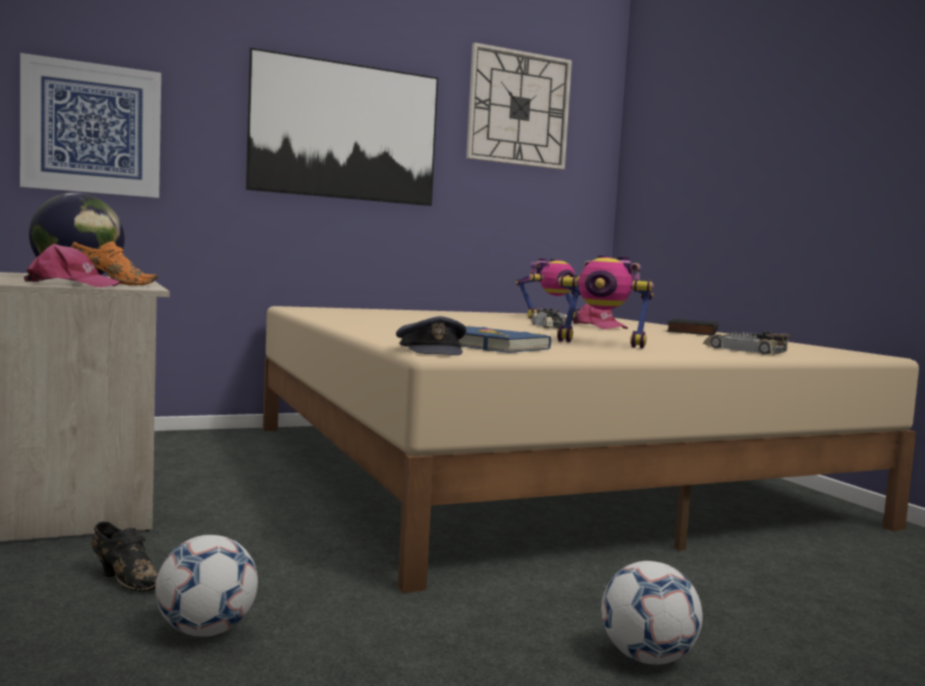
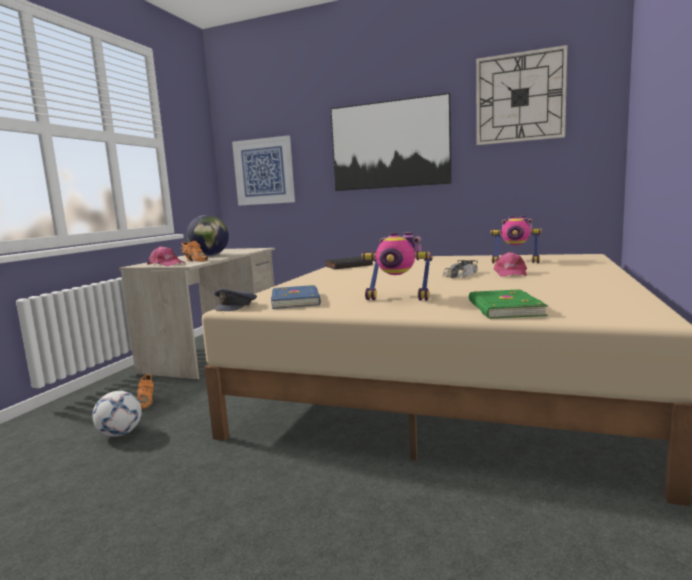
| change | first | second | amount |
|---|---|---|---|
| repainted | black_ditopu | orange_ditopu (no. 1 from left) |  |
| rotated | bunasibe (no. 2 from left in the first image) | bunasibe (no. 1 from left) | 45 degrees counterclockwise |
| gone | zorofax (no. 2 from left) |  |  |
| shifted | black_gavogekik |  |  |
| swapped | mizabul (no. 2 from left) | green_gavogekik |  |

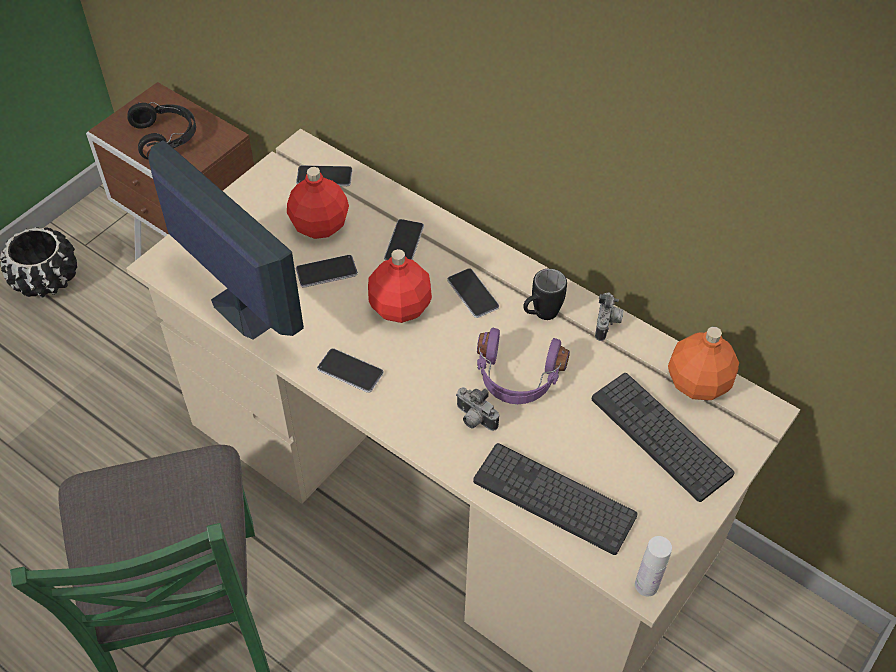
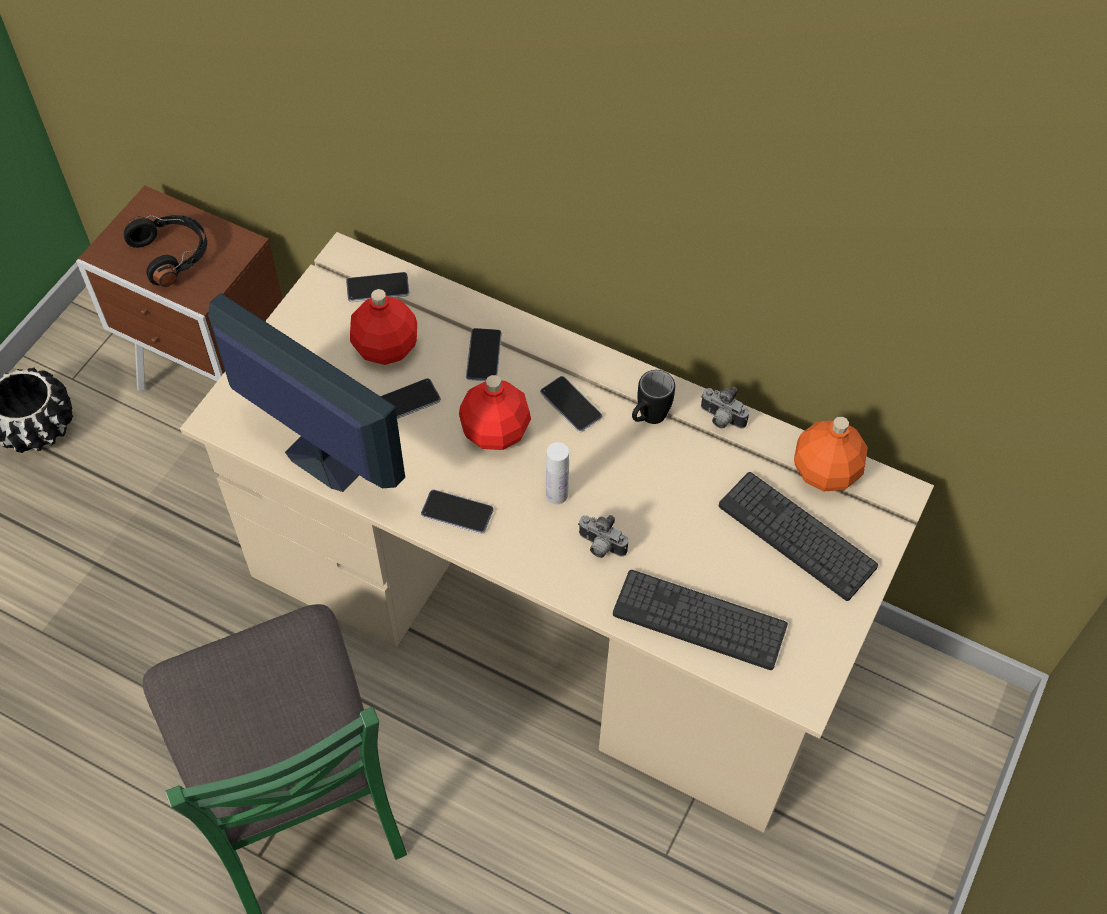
| change | first | second | amount |
|---|---|---|---|
| gone | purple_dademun |  |  |
| rotated | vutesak (no. 2 from left) |  | 120 degrees clockwise |
| shifted | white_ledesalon |  |  |

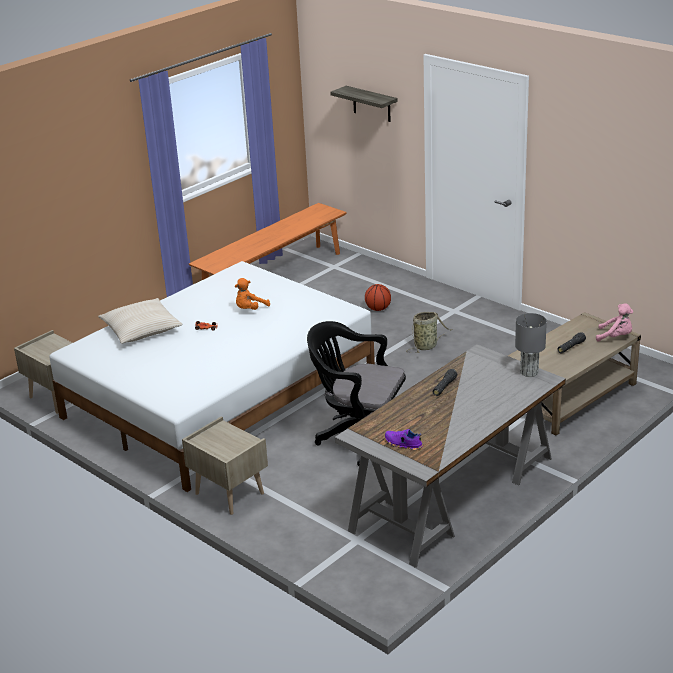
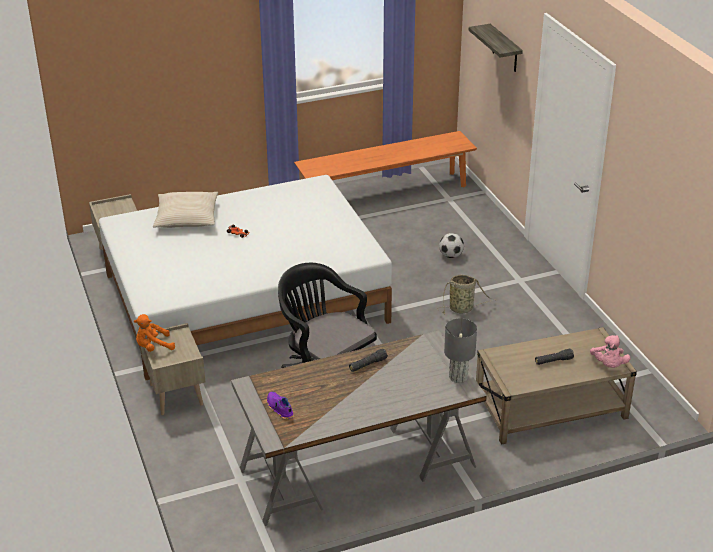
| change | first | second | amount |
|---|---|---|---|
| shifted | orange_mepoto |  |  |
| swapped | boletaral | zorofax |  |
| rotated | pink_mepoto |  | 45 degrees clockwise |

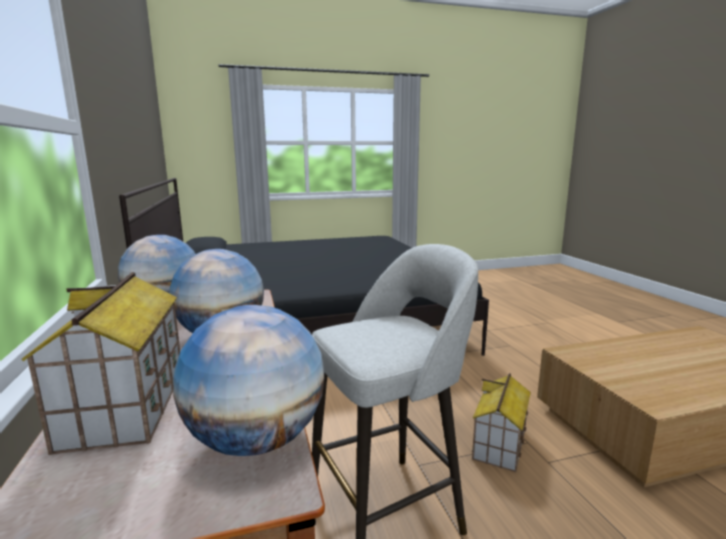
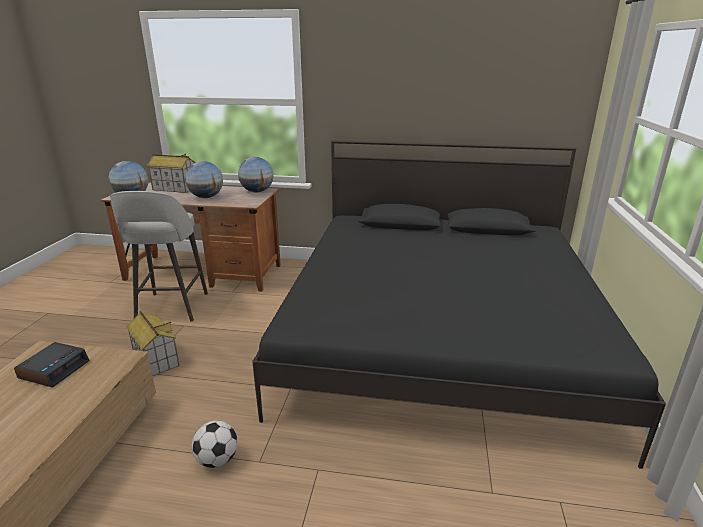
| change | first | second | amount |
|---|---|---|---|
| new |  | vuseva |  |
| new |  | zorofax |  |

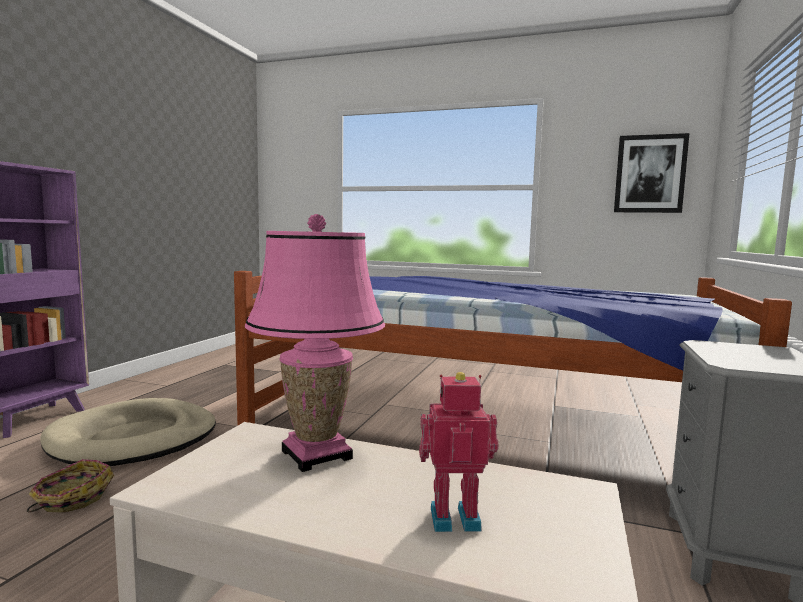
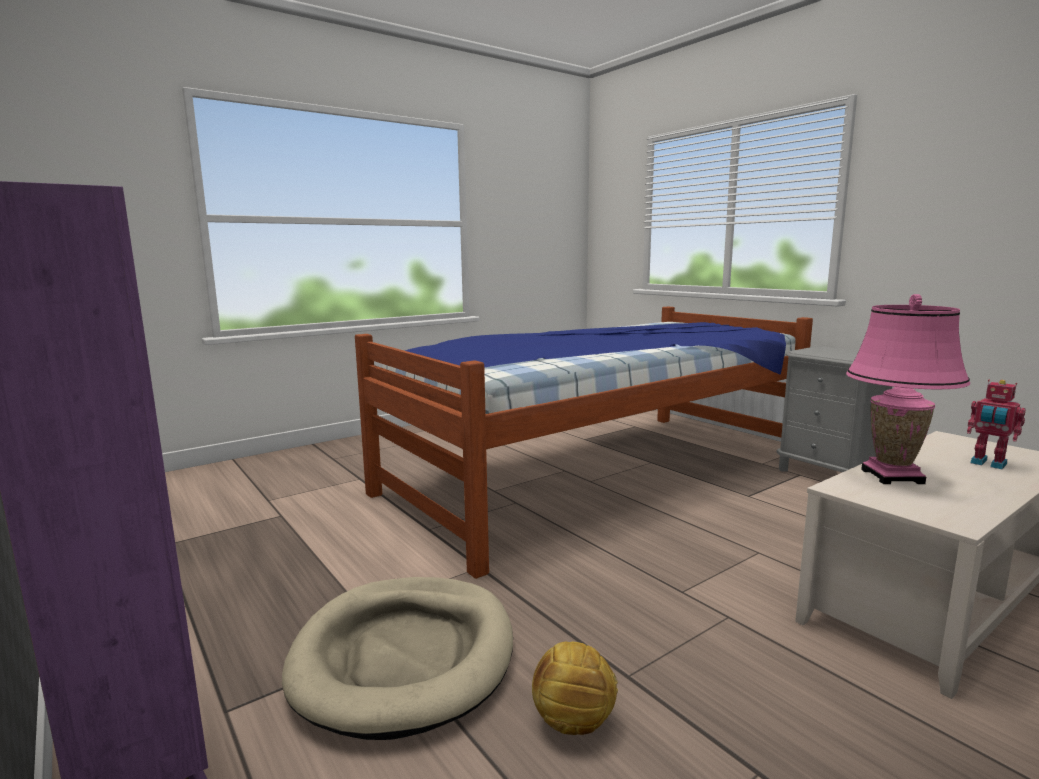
| change | first | second | amount |
|---|---|---|---|
| swapped | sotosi | zorofax |  |
| rotated | bunasibe |  | 75 degrees counterclockwise |
| gone | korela |  |  |

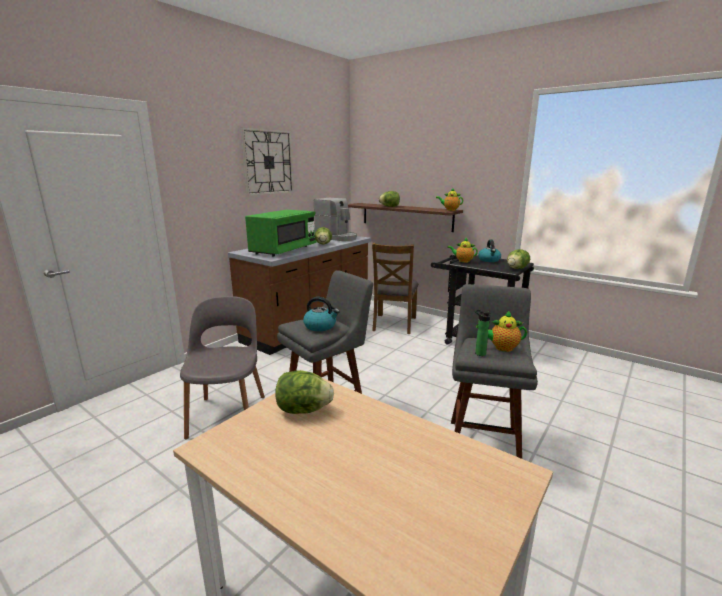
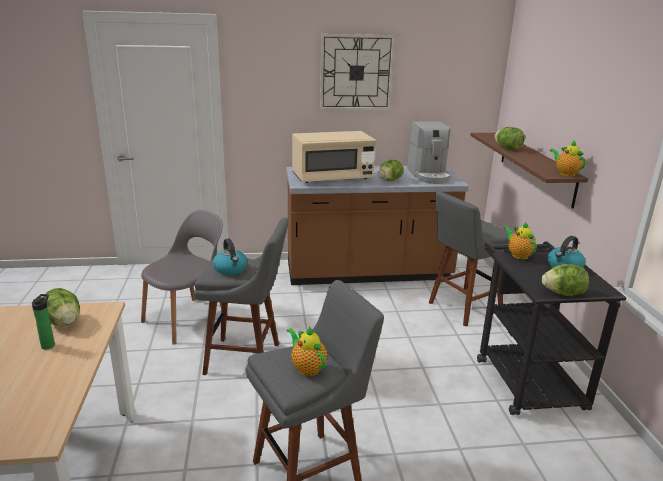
| change | first | second | amount |
|---|---|---|---|
| repainted | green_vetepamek | beige_vetepamek |  |
| swapped | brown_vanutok | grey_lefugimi (no. 3 from left) |  |
| shifted | ledesalon |  |  |

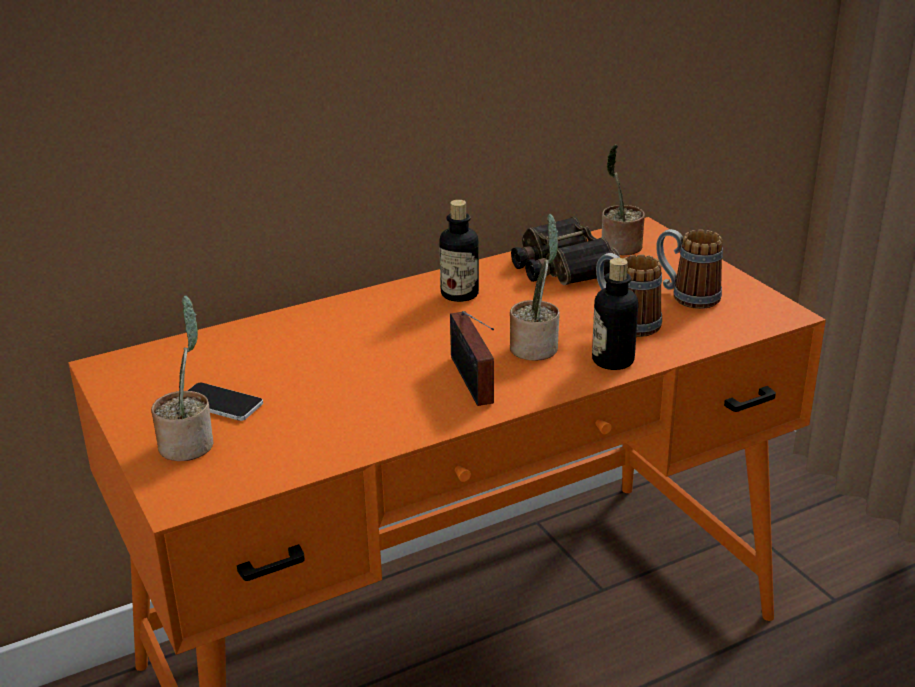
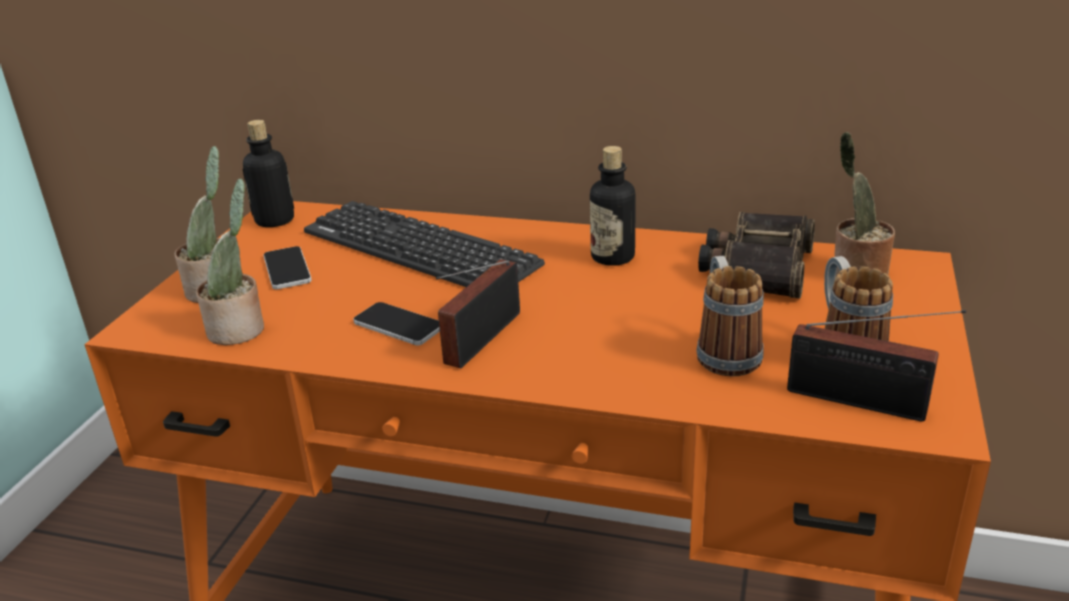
| change | first | second | amount |
|---|---|---|---|
| shifted | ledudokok (no. 2 from left) |  |  |
| shifted | ledesalon (no. 2 from left in the first image) | ledesalon (no. 1 from left) |  |
| new |  | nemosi |  |
| new |  | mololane (no. 2 from left) |  |
| new |  | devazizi (no. 2 from left) |  |

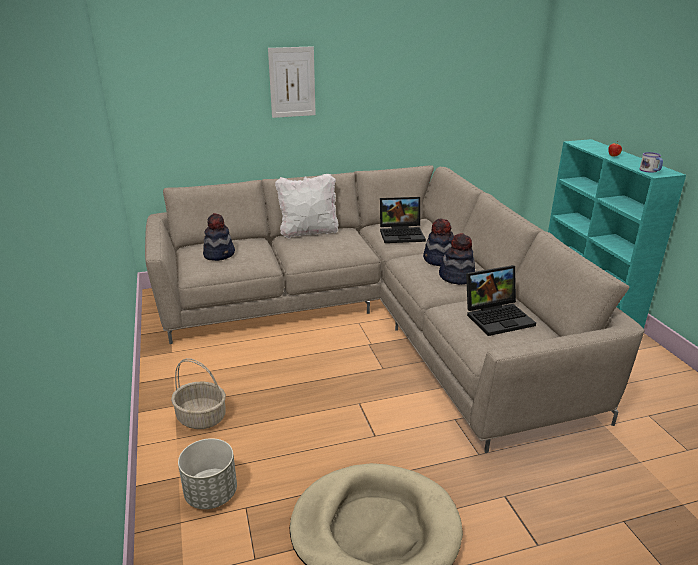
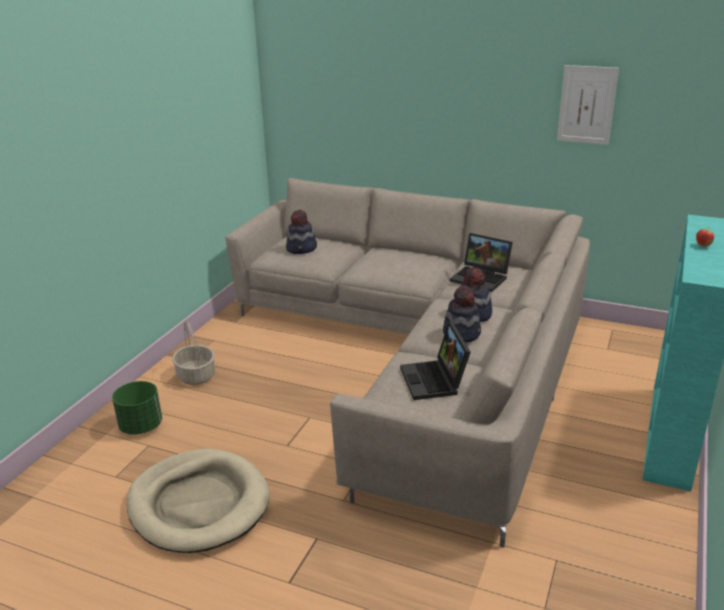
| change | first | second | amount |
|---|---|---|---|
| repainted | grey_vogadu | green_vogadu |  |
| shifted | korela |  |  |
| gone | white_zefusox |  |  |
| rotated | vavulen (no. 2 from left in the first image) | vavulen (no. 1 from left) | 60 degrees clockwise |
| gone | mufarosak |  |  |

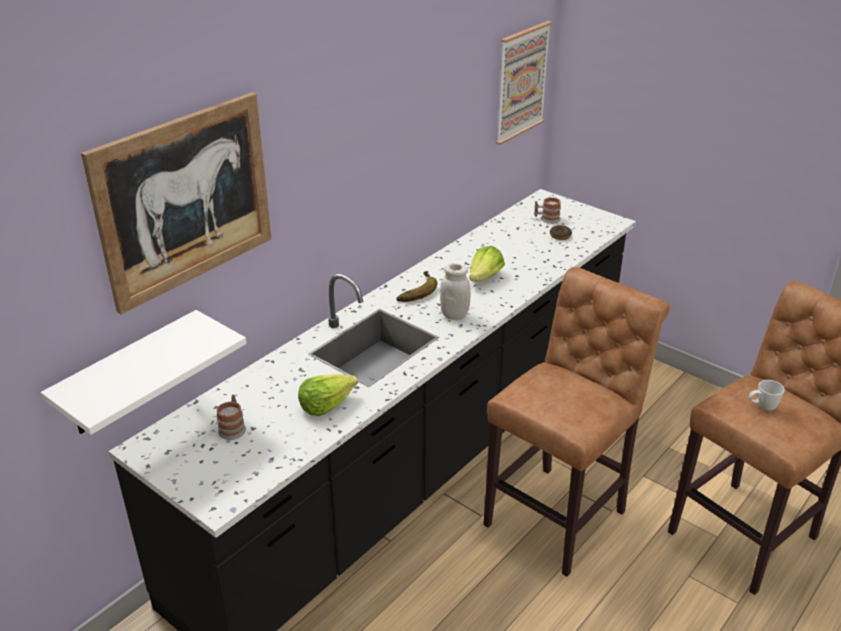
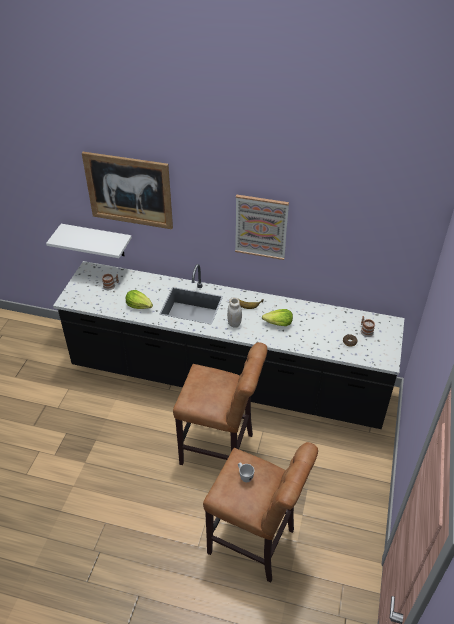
| change | first | second | amount |
|---|---|---|---|
| shifted | korela (no. 2 from left) |  |  |

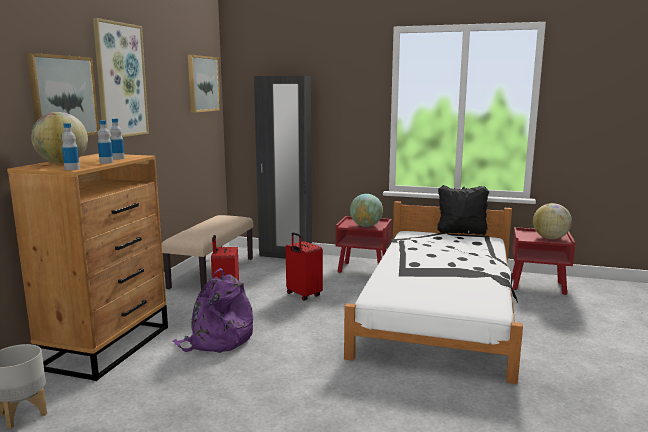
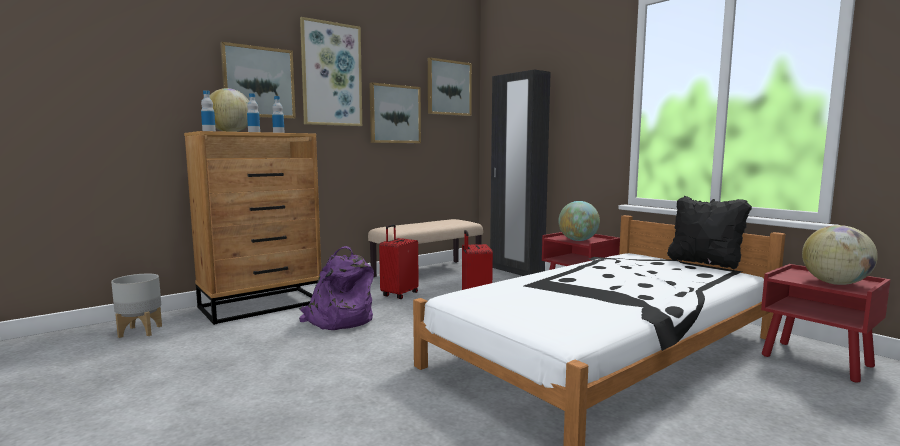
| change | first | second | amount |
|---|---|---|---|
| new |  | korela (no. 3 from left) |  |

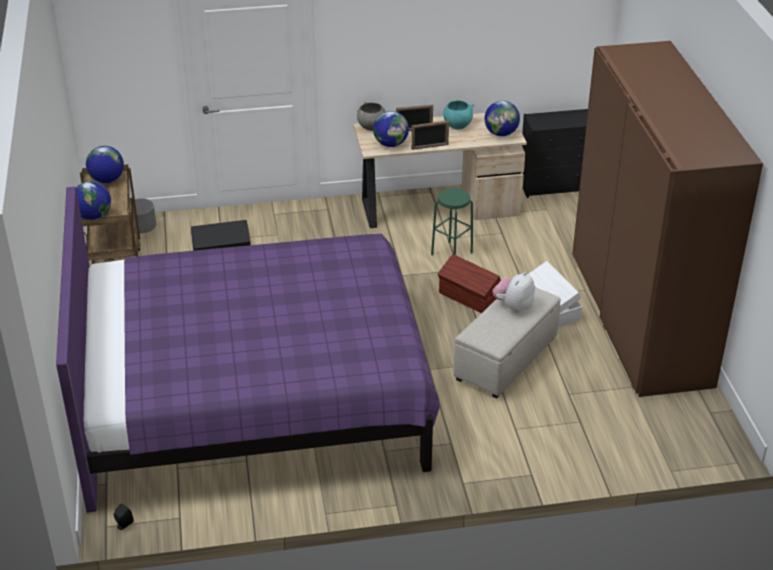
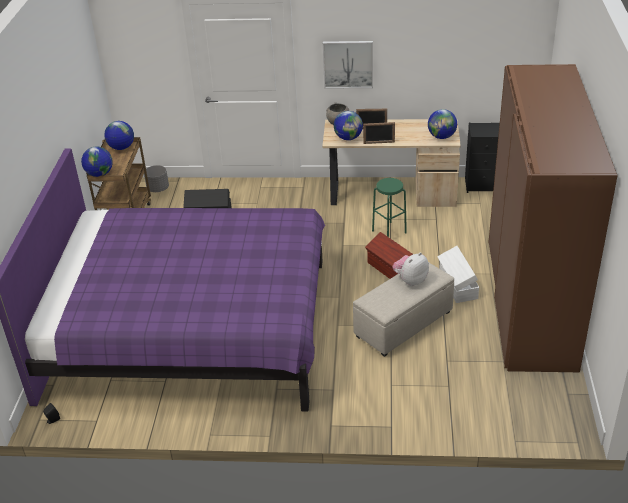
| change | first | second | amount |
|---|---|---|---|
| gone | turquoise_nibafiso |  |  |
| new |  | korela |  |

